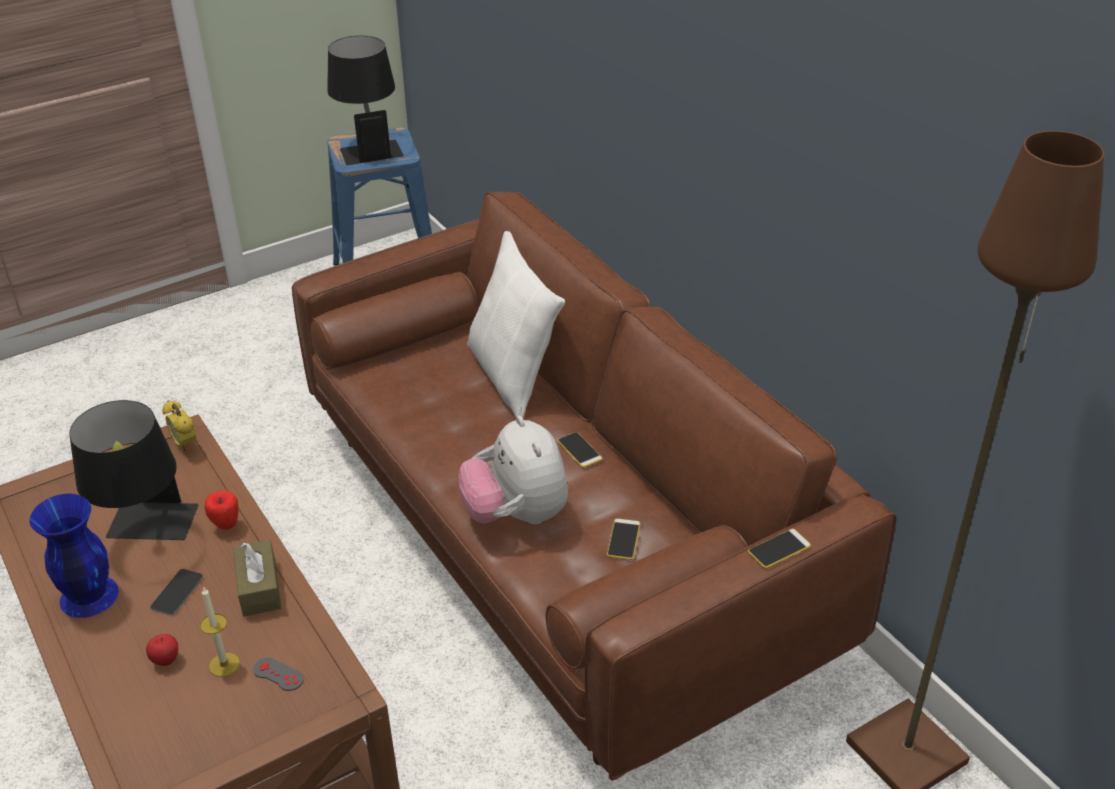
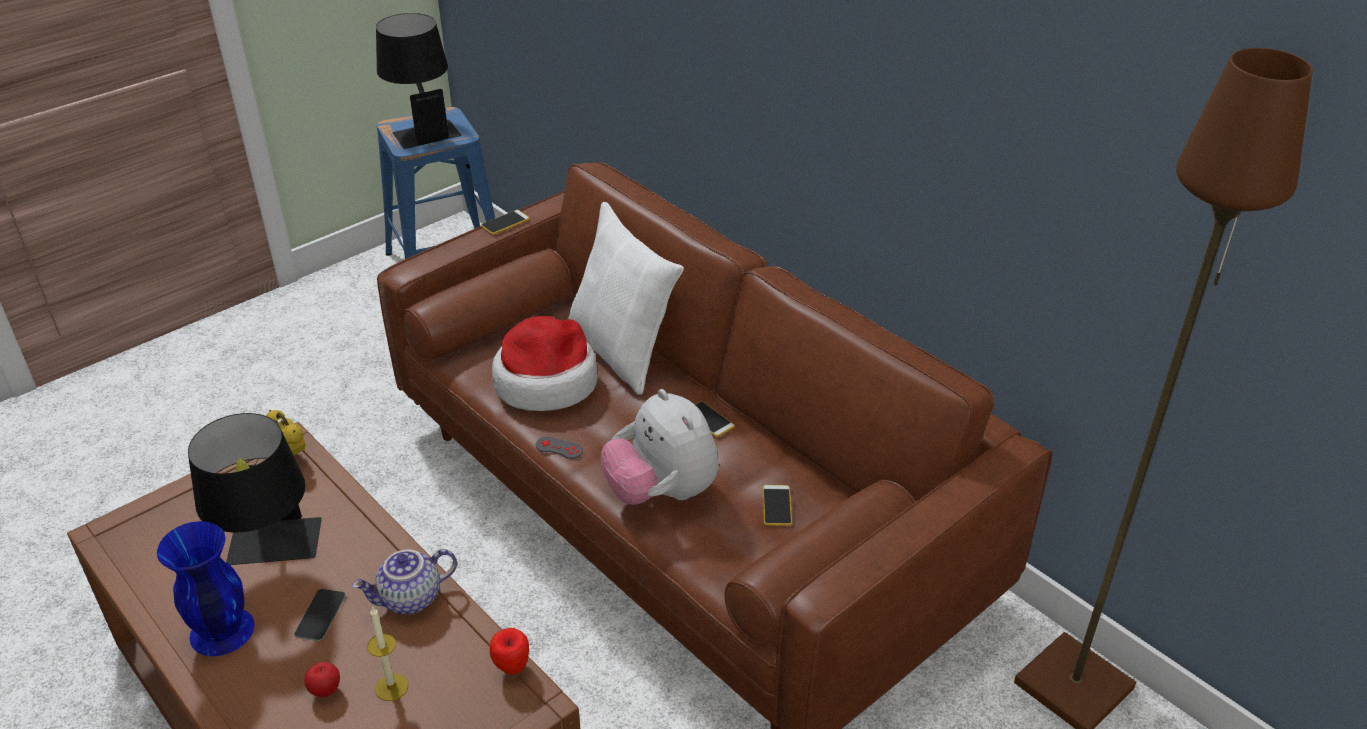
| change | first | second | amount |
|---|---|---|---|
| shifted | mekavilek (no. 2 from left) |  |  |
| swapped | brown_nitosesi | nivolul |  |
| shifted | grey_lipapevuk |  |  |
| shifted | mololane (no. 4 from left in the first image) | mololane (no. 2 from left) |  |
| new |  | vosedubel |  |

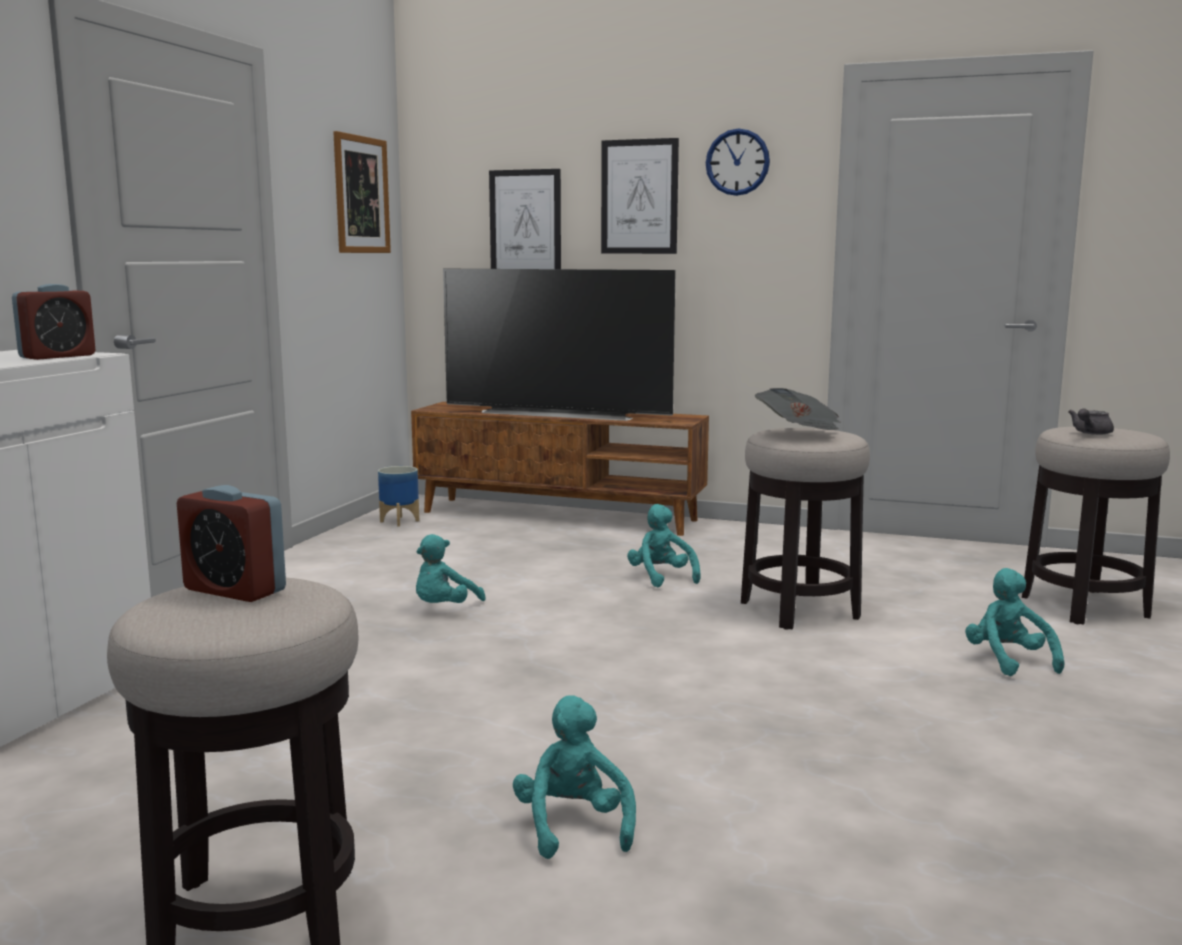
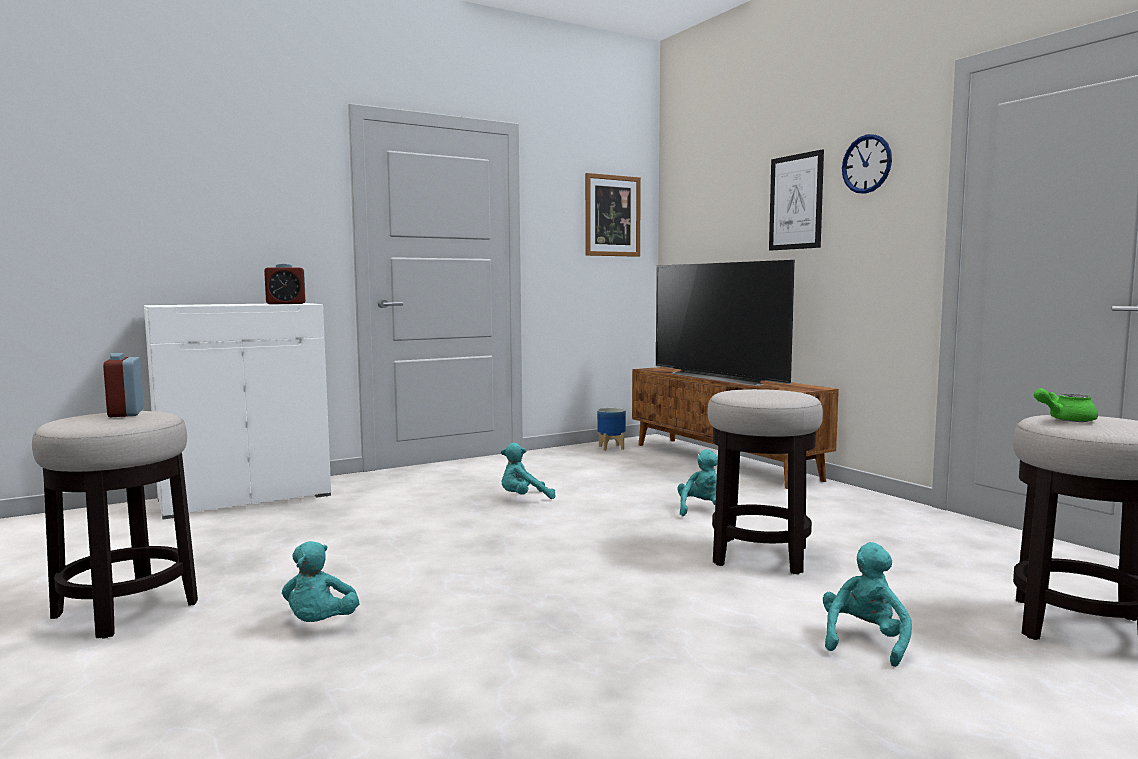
| change | first | second | amount |
|---|---|---|---|
| gone | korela (no. 2 from left) |  |  |
| rotated | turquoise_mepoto (no. 2 from left in the first image) | turquoise_mepoto (no. 1 from left) | 150 degrees clockwise |
| gone | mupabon |  |  |
| repainted | grey_nivolul | green_nivolul |  |

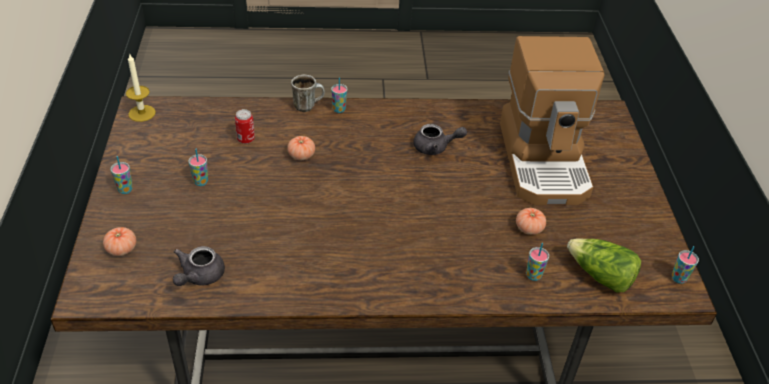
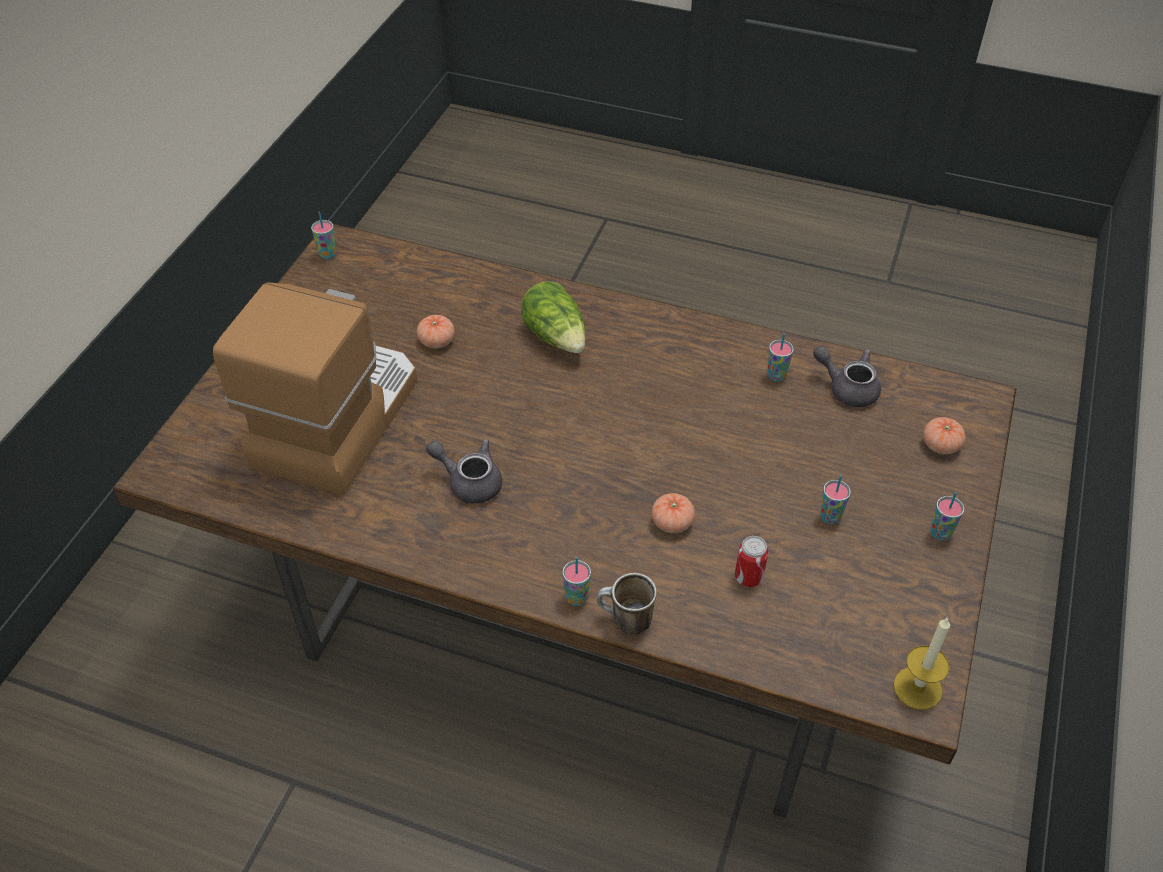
| change | first | second | amount |
|---|---|---|---|
| rotated | grey_nivolul (no. 1 from left in the first image) | grey_nivolul (no. 2 from left) | 105 degrees counterclockwise |
| shifted | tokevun (no. 4 from left in the first image) | tokevun (no. 3 from left) |  |
| shifted | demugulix |  |  |

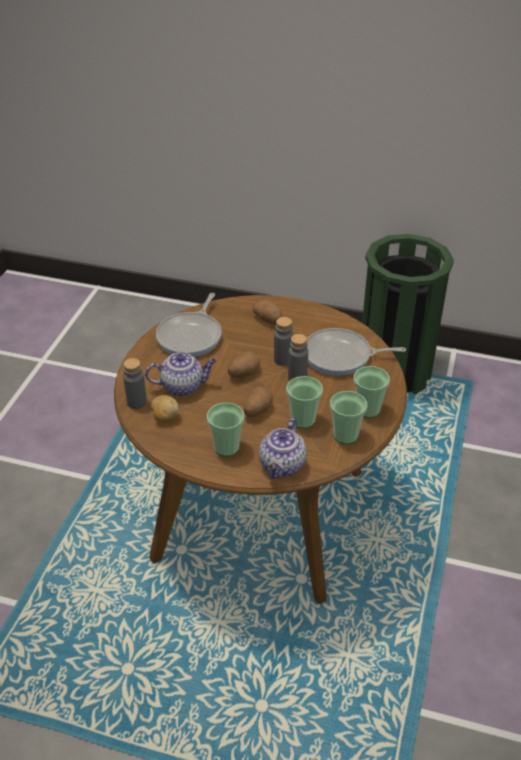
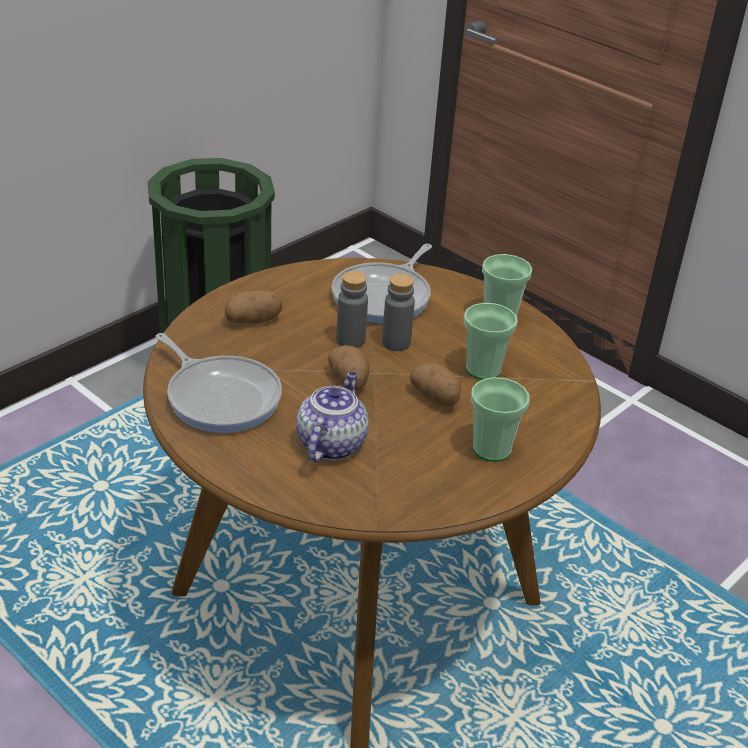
| change | first | second | amount |
|---|---|---|---|
| gone | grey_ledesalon (no. 1 from left) |  |  |
| gone | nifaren (no. 1 from left) |  |  |
| gone | nivolul (no. 2 from left) |  |  |
| gone | tokevun (no. 3 from left) |  |  |

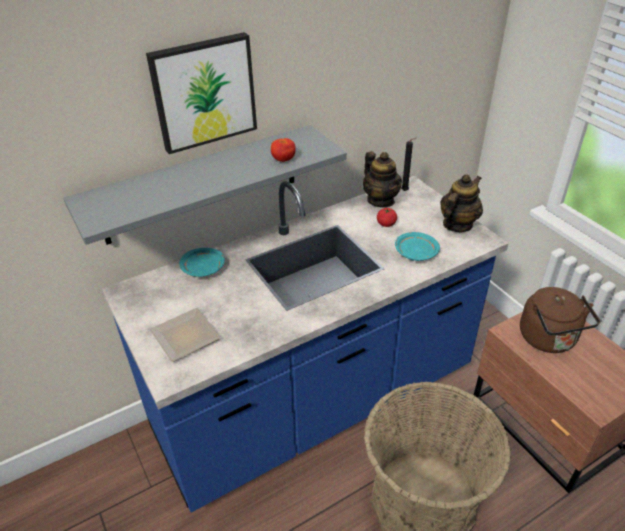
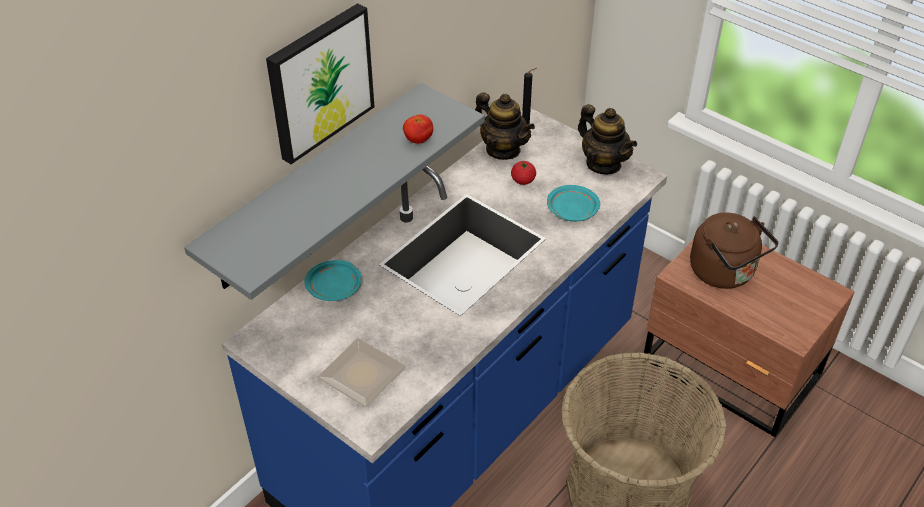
| change | first | second | amount |
|---|---|---|---|
| rotated | nivolul (no. 2 from left) |  | 120 degrees clockwise |

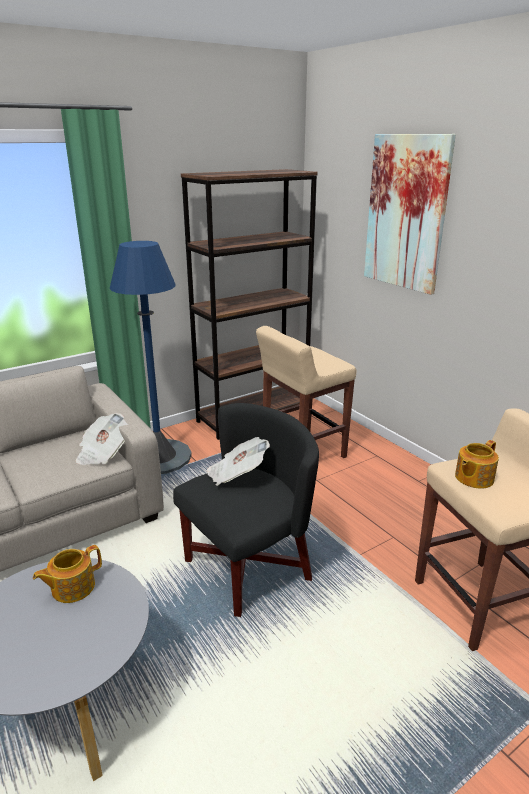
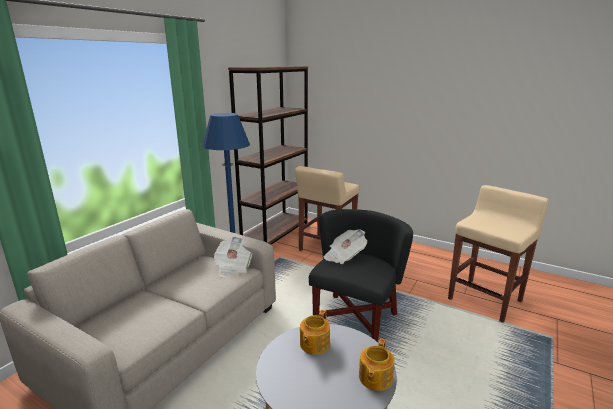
| change | first | second | amount |
|---|---|---|---|
| gone | korela |  |  |
| shifted | nivolul (no. 2 from left) |  |  |

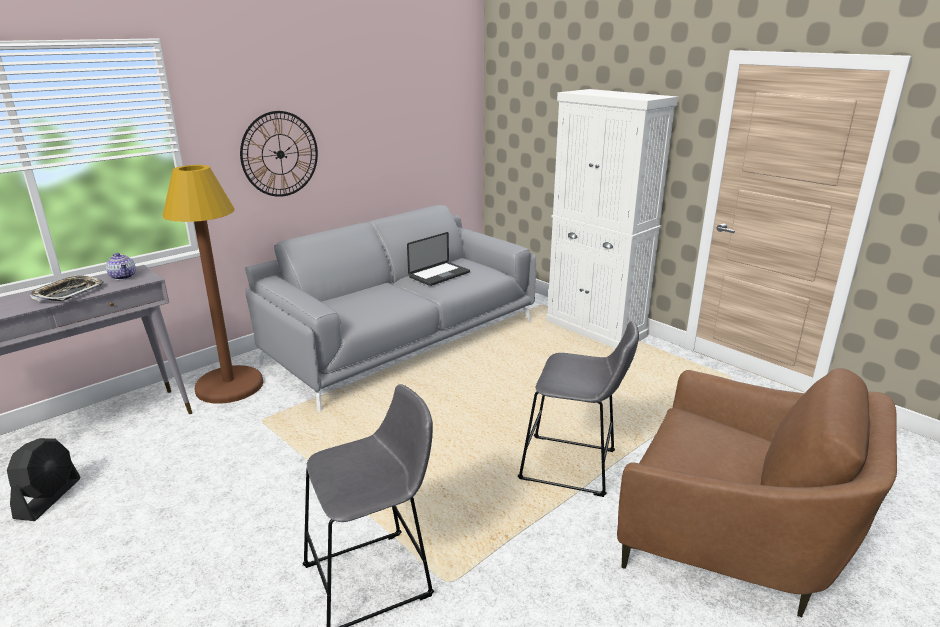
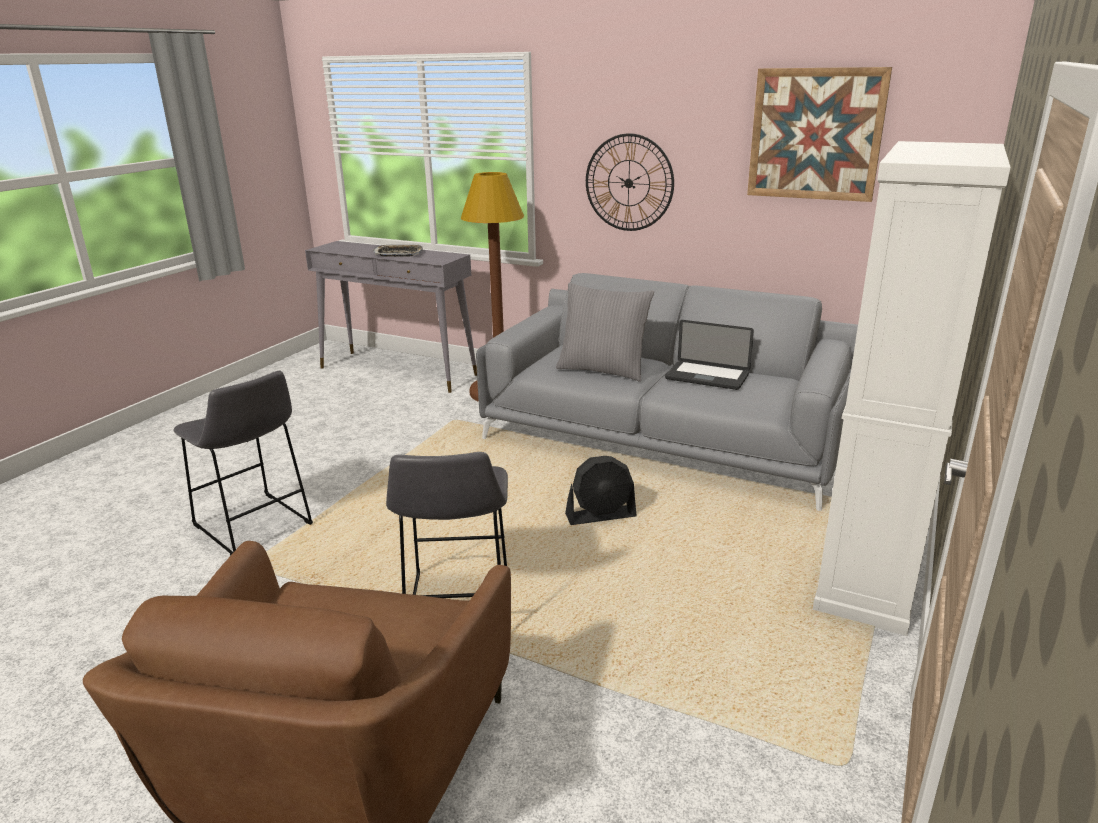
| change | first | second | amount |
|---|---|---|---|
| shifted | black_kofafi |  |  |
| gone | nivolul |  |  |
| new |  | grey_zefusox |  |
| new |  | korela |  |

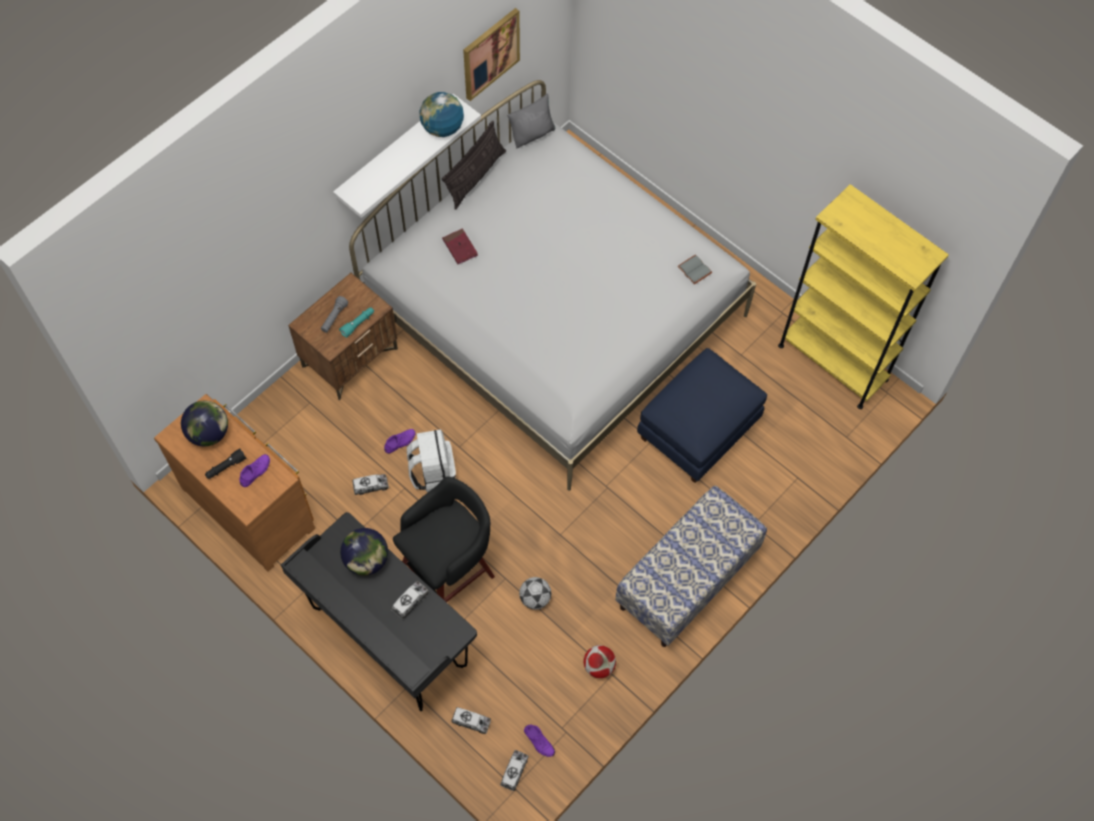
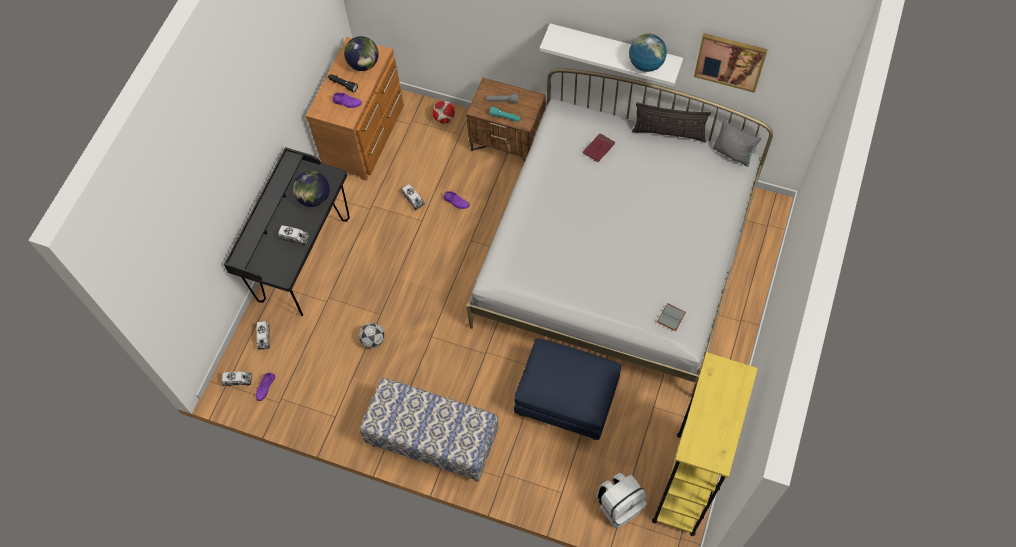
| change | first | second | amount |
|---|---|---|---|
| gone | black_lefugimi |  |  |
| shifted | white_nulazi |  |  |
| shifted | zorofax (no. 2 from left) |  |  |

